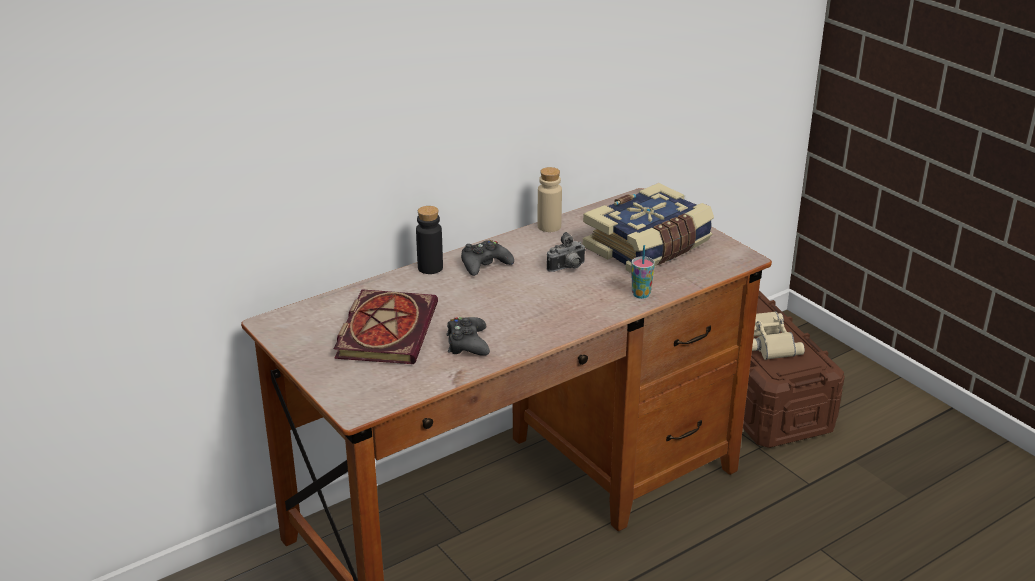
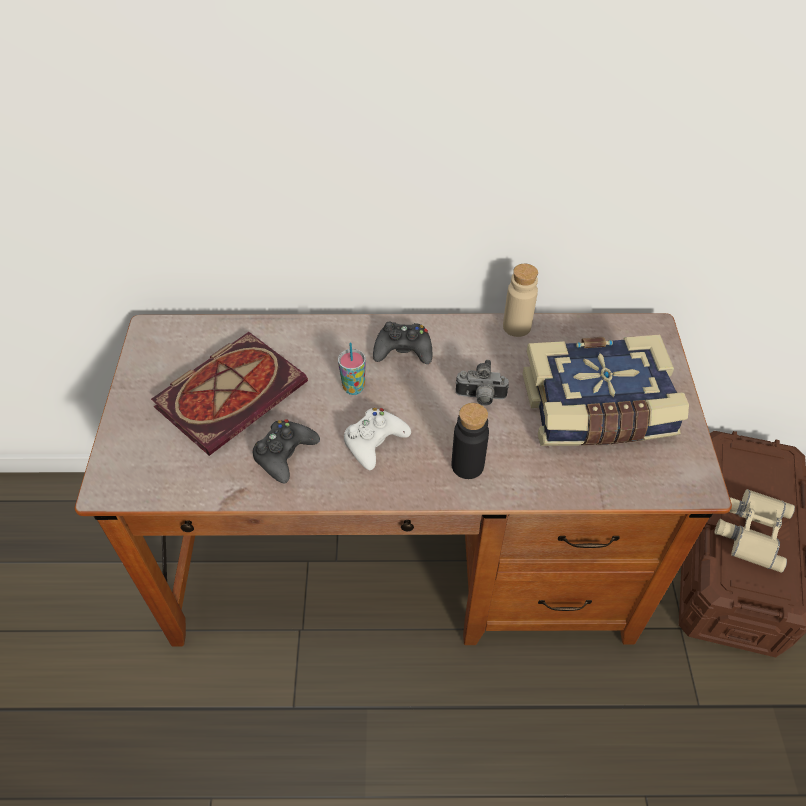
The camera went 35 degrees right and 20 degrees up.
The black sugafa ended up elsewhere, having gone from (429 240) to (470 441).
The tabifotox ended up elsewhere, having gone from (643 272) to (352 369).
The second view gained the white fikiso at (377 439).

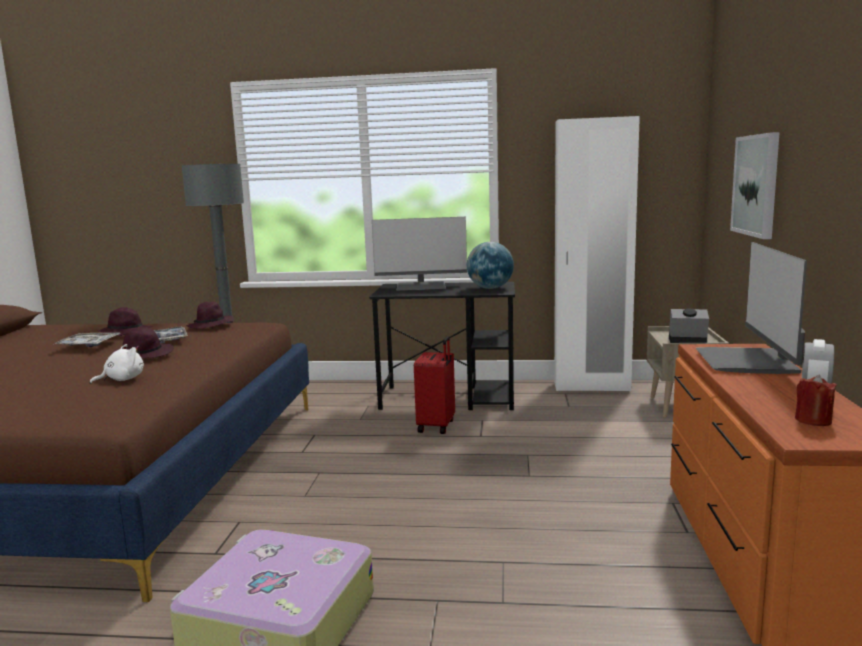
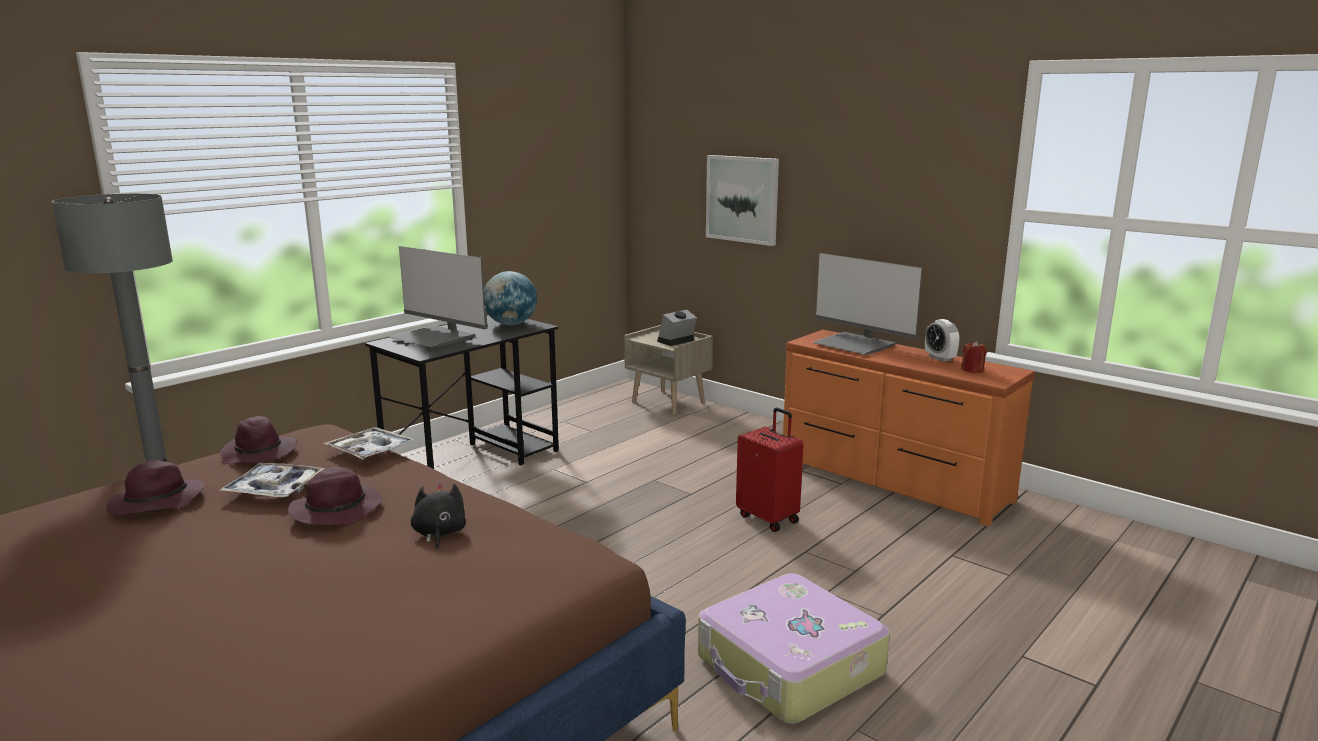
The camera went 55 degrees left and 5 degrees up.
The second view lost the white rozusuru at (597 253).
The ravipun at (419 254) ended up facing another way, 90 degrees clockwise from before.
The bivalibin ended up elsewhere, having gone from (86 340) to (369 443).
The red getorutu ended up elsewhere, having gone from (434 385) to (770 470).
What was the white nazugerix at (117 364) turned into the black nazugerix at (438 516).

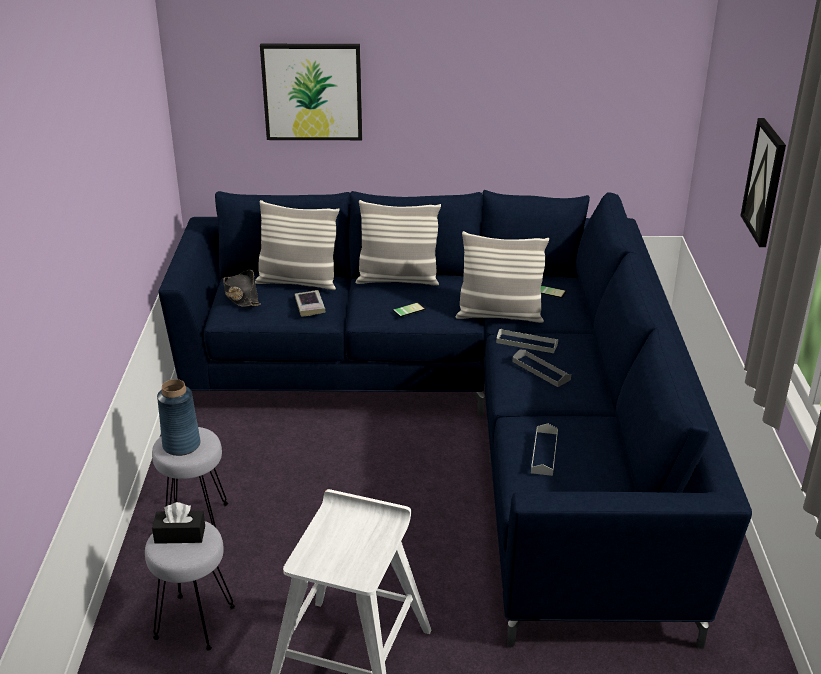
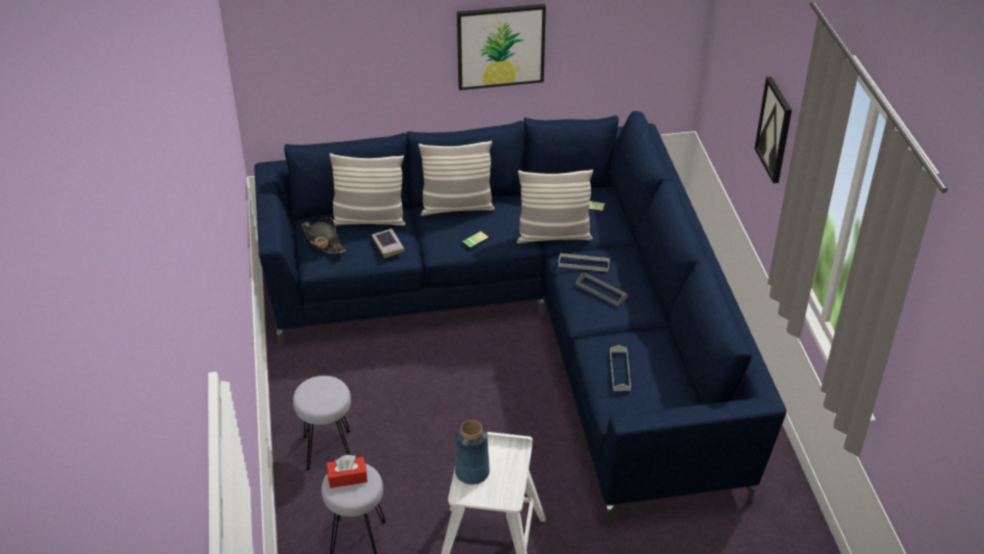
The camera went 10 degrees left and 10 degrees up.
The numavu ended up elsewhere, having gone from (311 92) to (501 47).
The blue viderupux ended up elsewhere, having gone from (178 417) to (472 452).
What was the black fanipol at (178 523) turned into the red fanipol at (347 471).

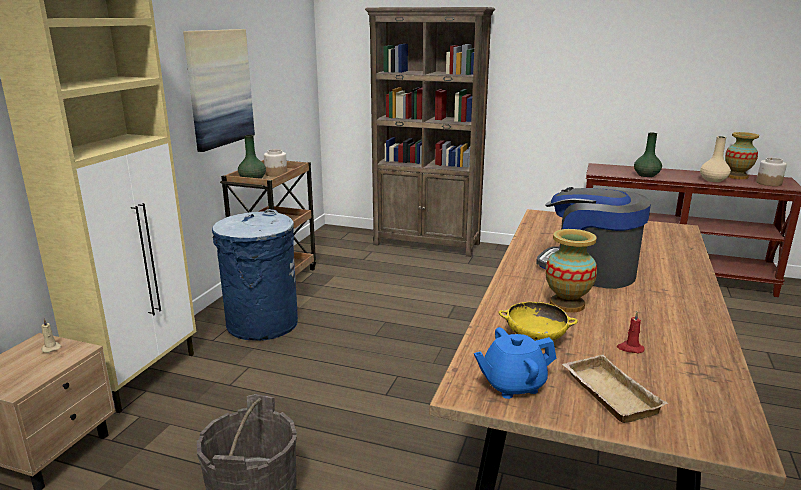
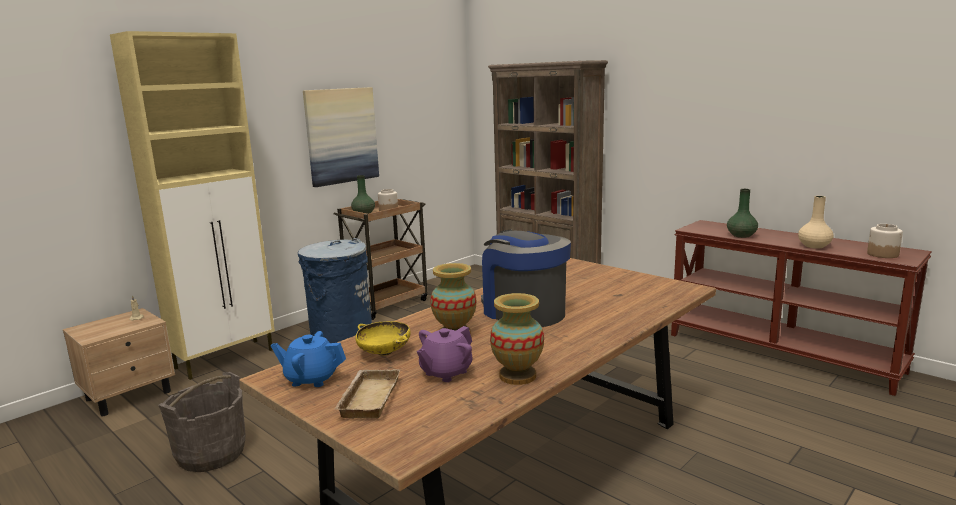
The camera went 25 degrees right and 5 degrees down.
The viderupux ended up elsewhere, having gone from (742 155) to (517 339).
Where the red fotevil stood at (631 332), the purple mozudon came to stand at (445 354).

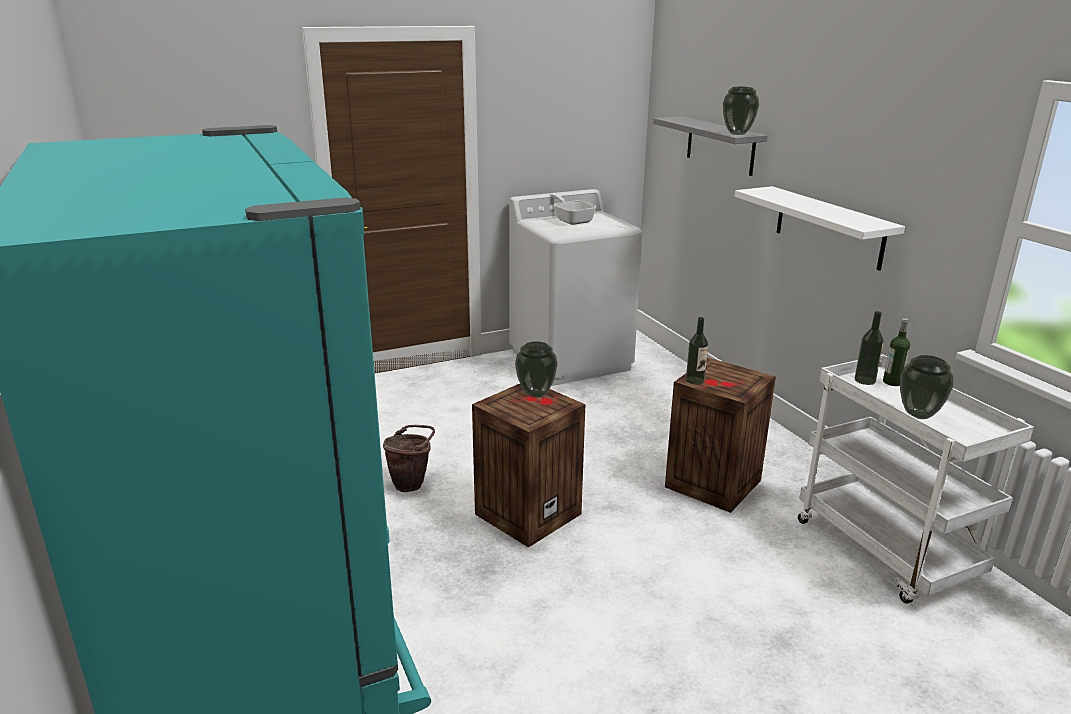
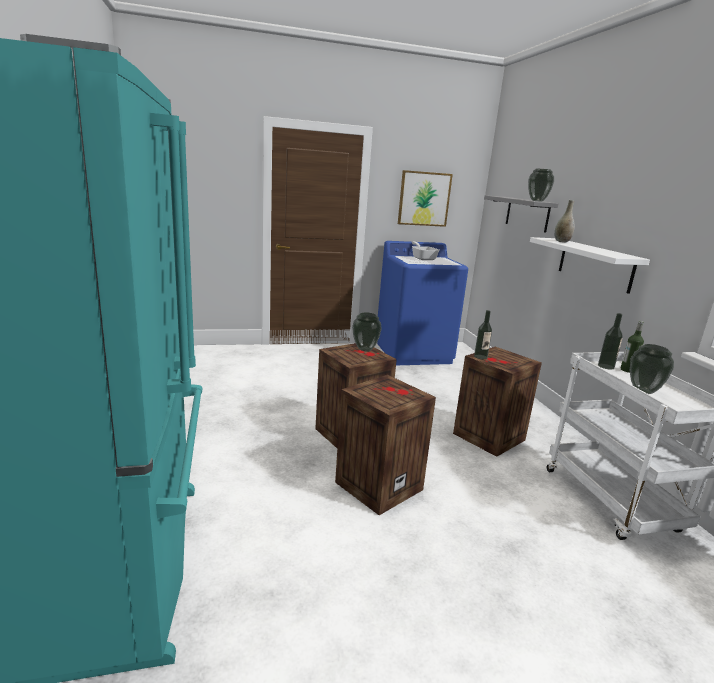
The camera went 10 degrees right and 5 degrees down.
What was the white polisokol at (576 287) turned into the blue polisokol at (422 303).
The second view lost the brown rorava at (409 458).
The second view gained the numavu at (425 198).
The second view gained the grey viderupux at (564 221).
The second view gained the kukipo at (385 445).

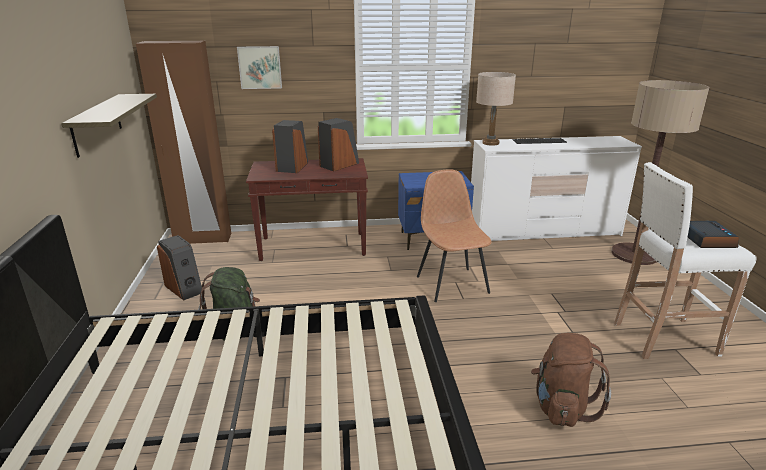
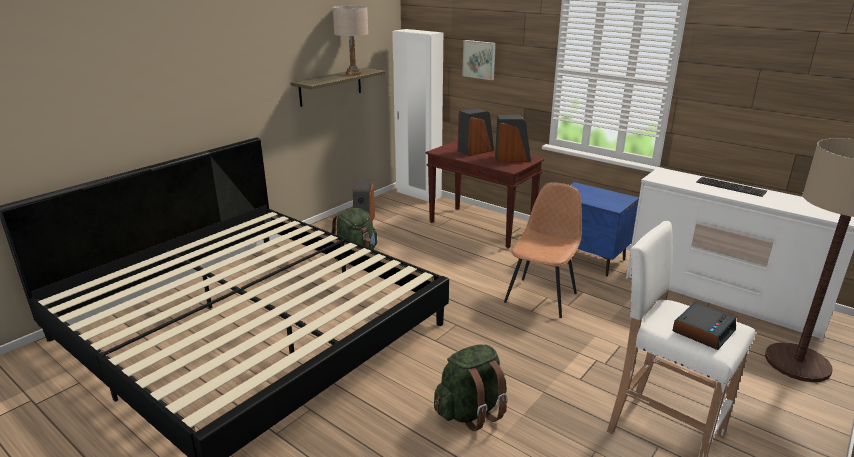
The camera went 45 degrees right and 0 degrees up.
What was the brown rozusuru at (183 142) turned into the white rozusuru at (417 115).
The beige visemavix ended up elsewhere, having gone from (496 109) to (350 40).
What was the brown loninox at (571 380) turned into the green loninox at (471 388).

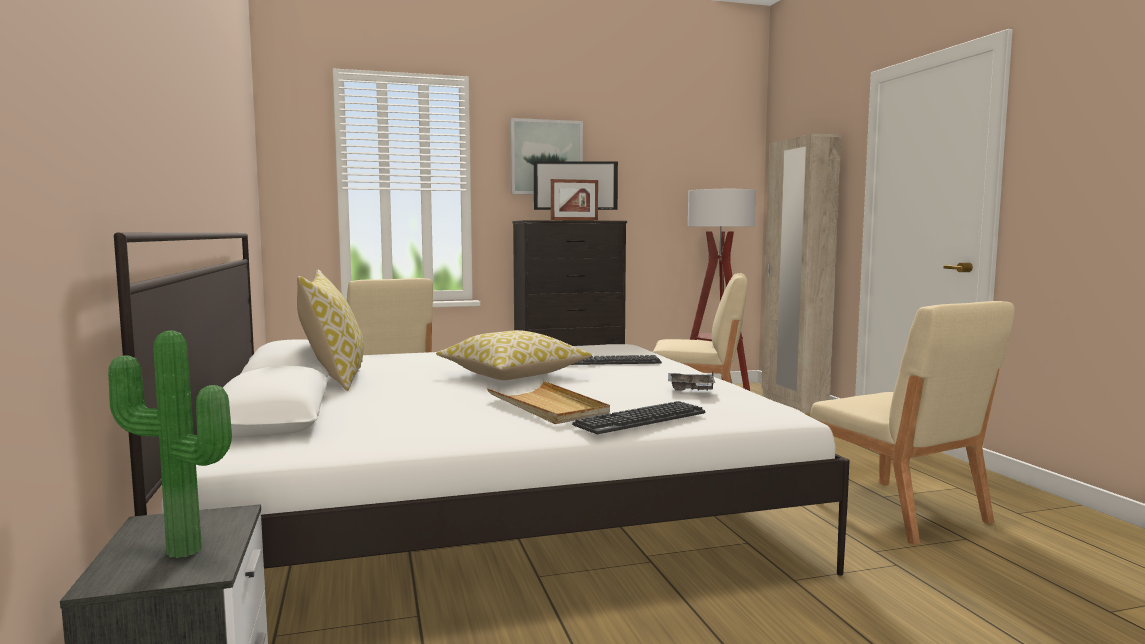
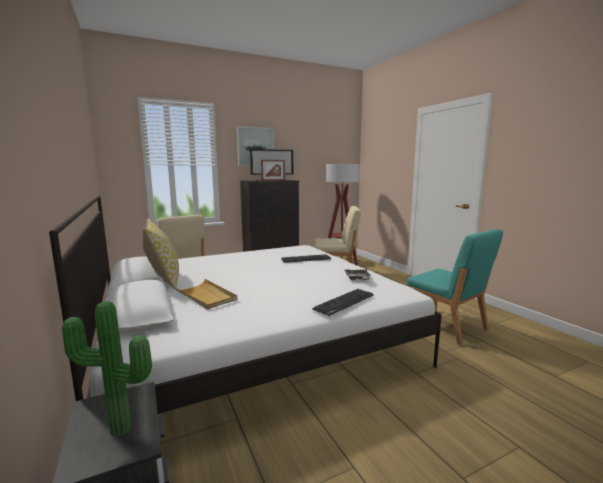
The camera went 10 degrees left and 5 degrees up.
The second view lost the beige rozusuru at (801 273).
What was the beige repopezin at (912 423) turned into the turquoise repopezin at (454 287).
The second view lost the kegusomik at (514 355).
The beige bivalibin ended up elsewhere, having gone from (548 402) to (205 294).

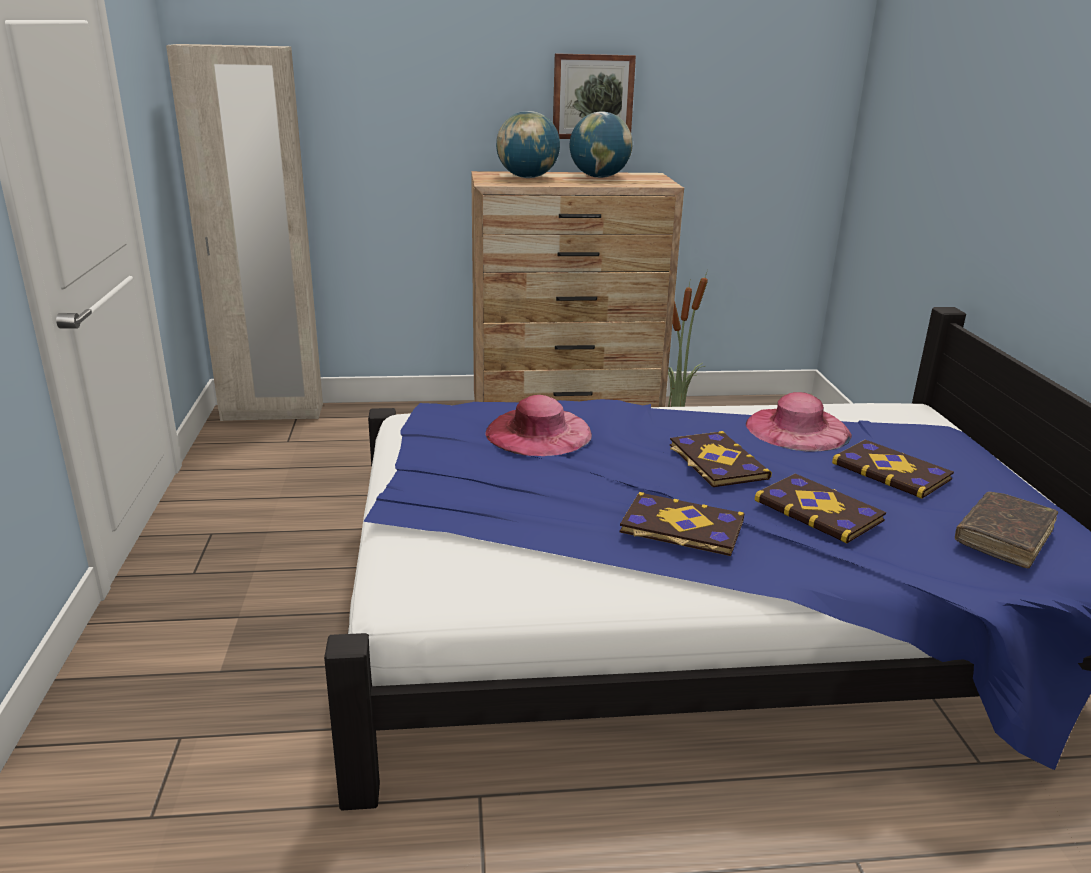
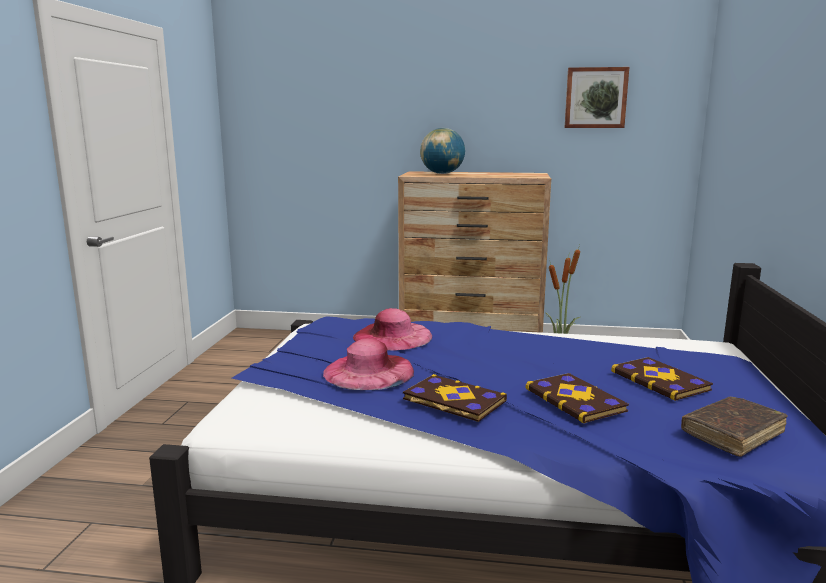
The camera went 15 degrees right and 10 degrees down.
The second view lost the beige rozusuru at (244 232).
The numavu ended up elsewhere, having gone from (594 96) to (597 97).
The second view lost the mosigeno at (601 145).
The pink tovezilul ended up elsewhere, having gone from (799 422) to (368 364).
The second view lost the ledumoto at (721 459).

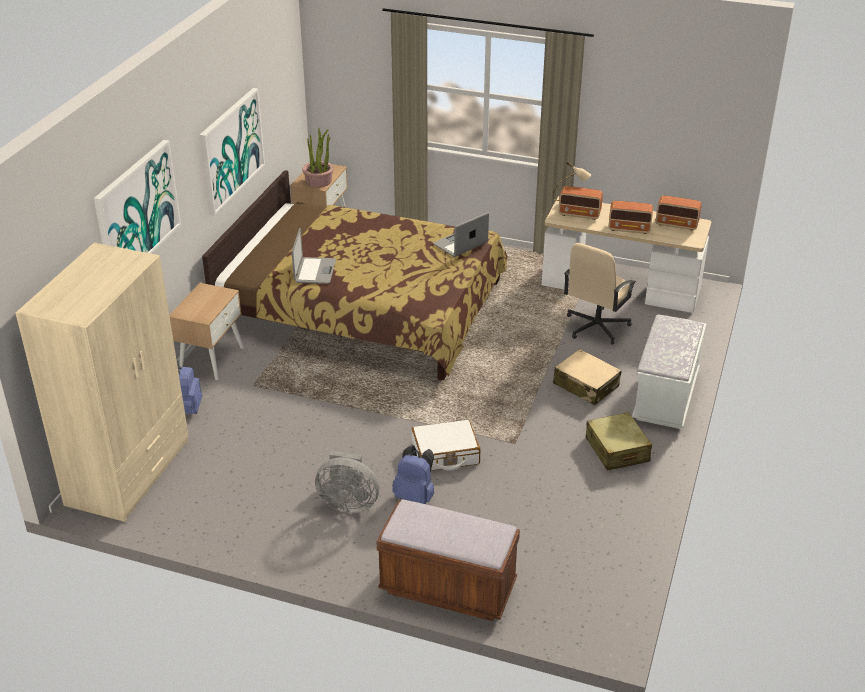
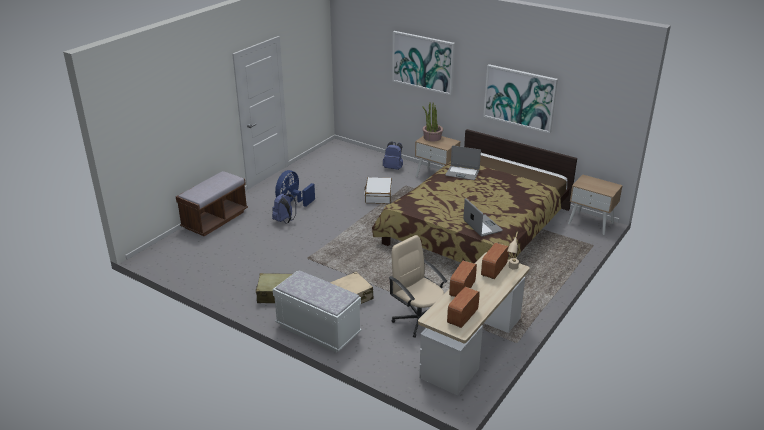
The camera went 105 degrees right and 5 degrees down.
The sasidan ended up elsewhere, having gone from (318 158) to (432 122).
The second view lost the beige rozusuru at (102 382).
The white getorutu ended up elsewhere, having gone from (446 445) to (378 190).
What was the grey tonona at (347 482) turned into the blue tonona at (295 188).

